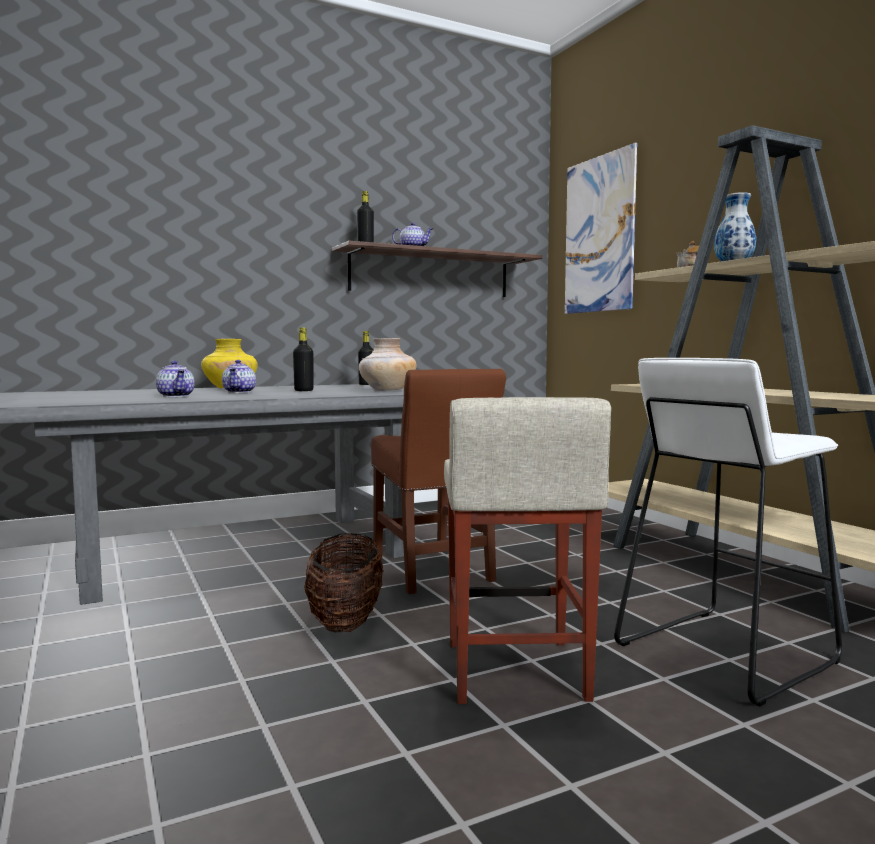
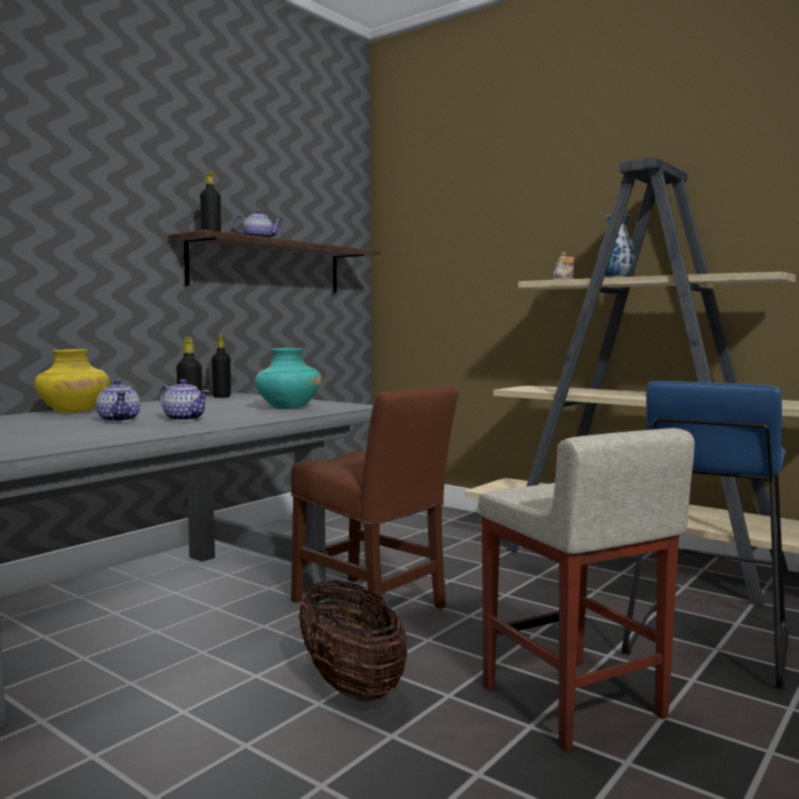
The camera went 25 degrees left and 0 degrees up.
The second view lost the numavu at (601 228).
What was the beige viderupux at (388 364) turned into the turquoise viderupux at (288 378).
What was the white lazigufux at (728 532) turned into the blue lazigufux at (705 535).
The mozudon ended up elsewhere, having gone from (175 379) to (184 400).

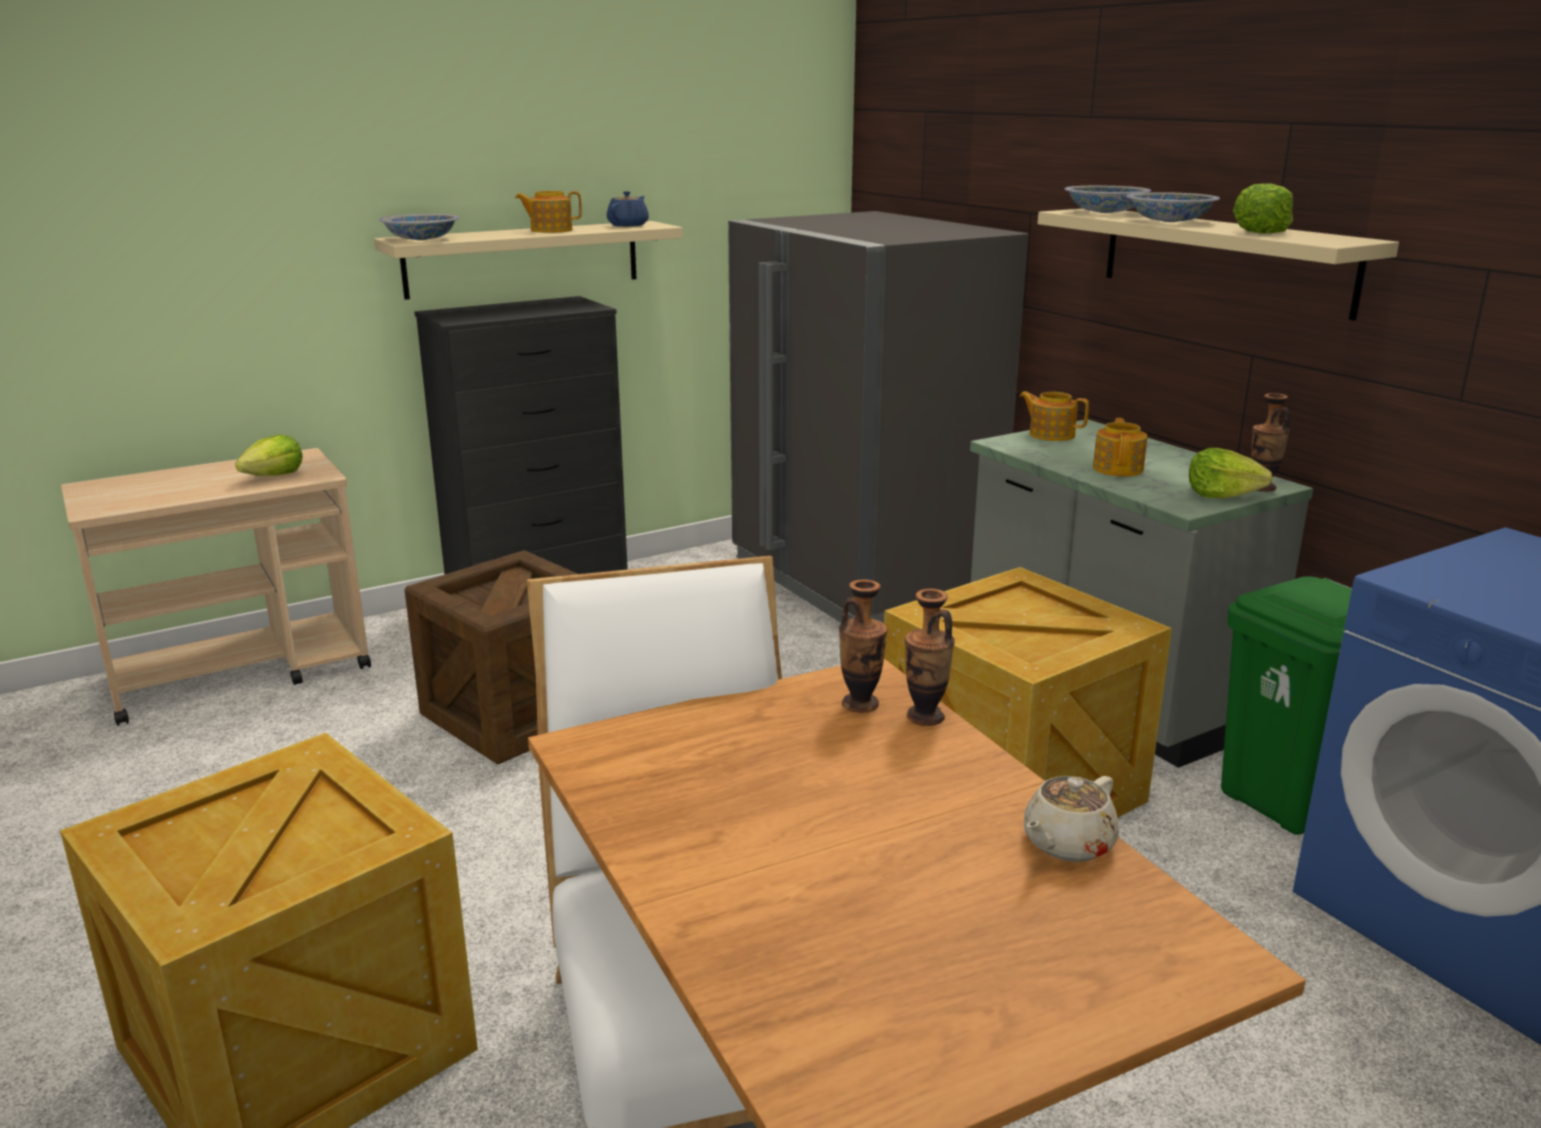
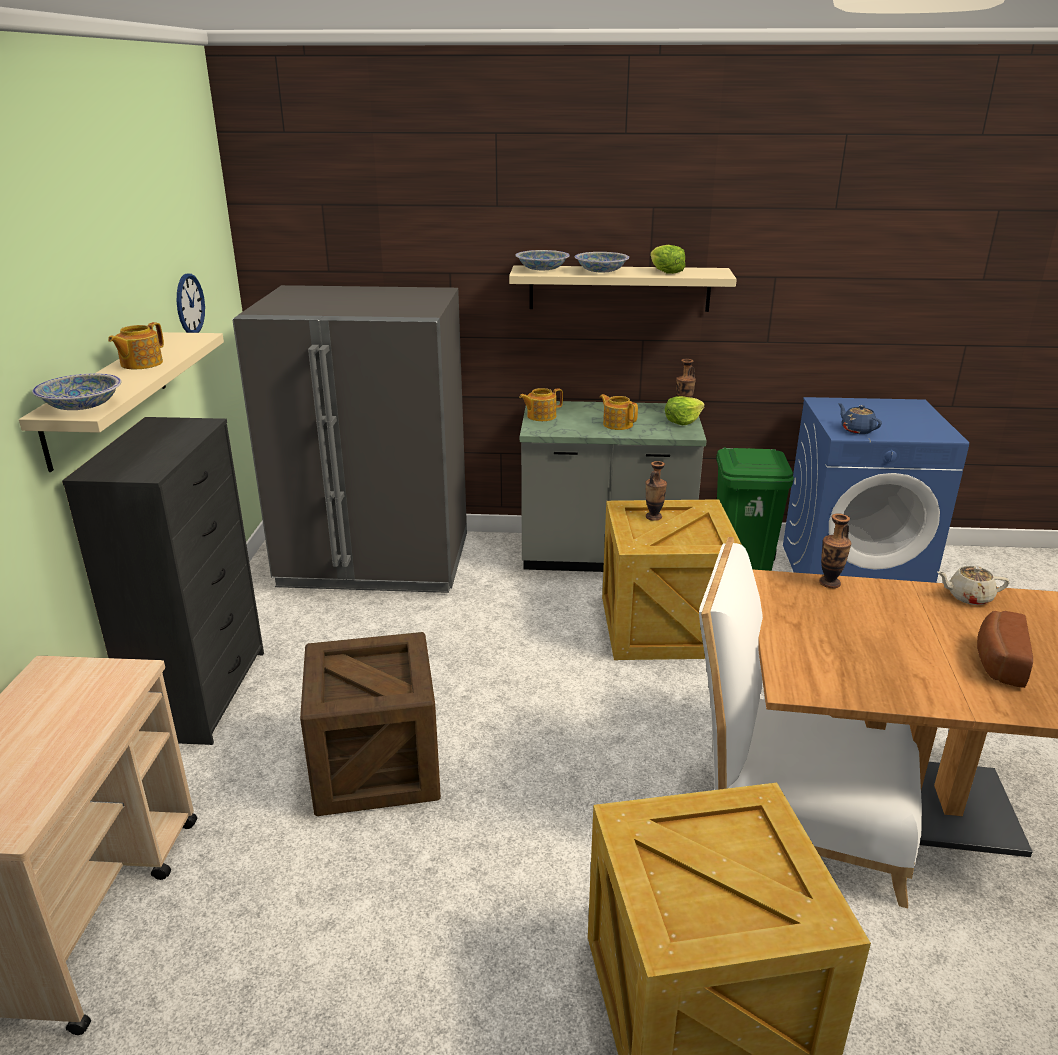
The camera went 55 degrees left and 5 degrees up.
The blue mozudon ended up elsewhere, having gone from (628 209) to (860 418).
The second view lost the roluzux at (269 455).
The viderupux ended up elsewhere, having gone from (863 646) to (656 491).
The beige mozudon at (1071 819) ended up facing another way, 105 degrees clockwise from before.
The second view gained the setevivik at (191 303).
The second view gained the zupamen at (1005 649).

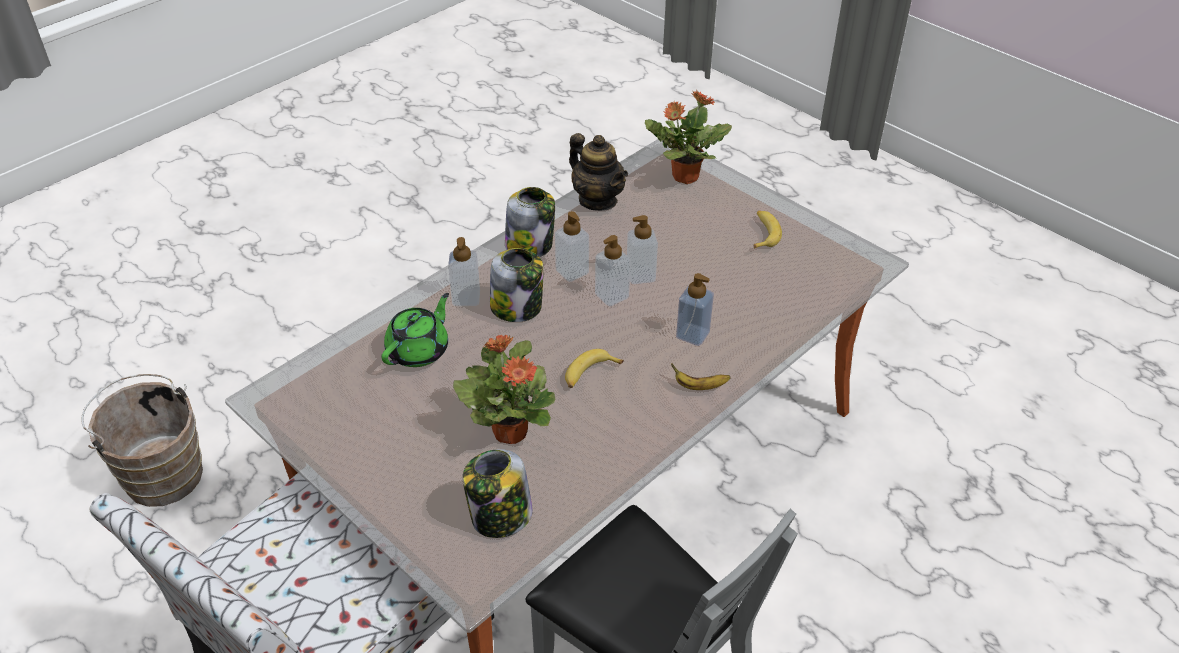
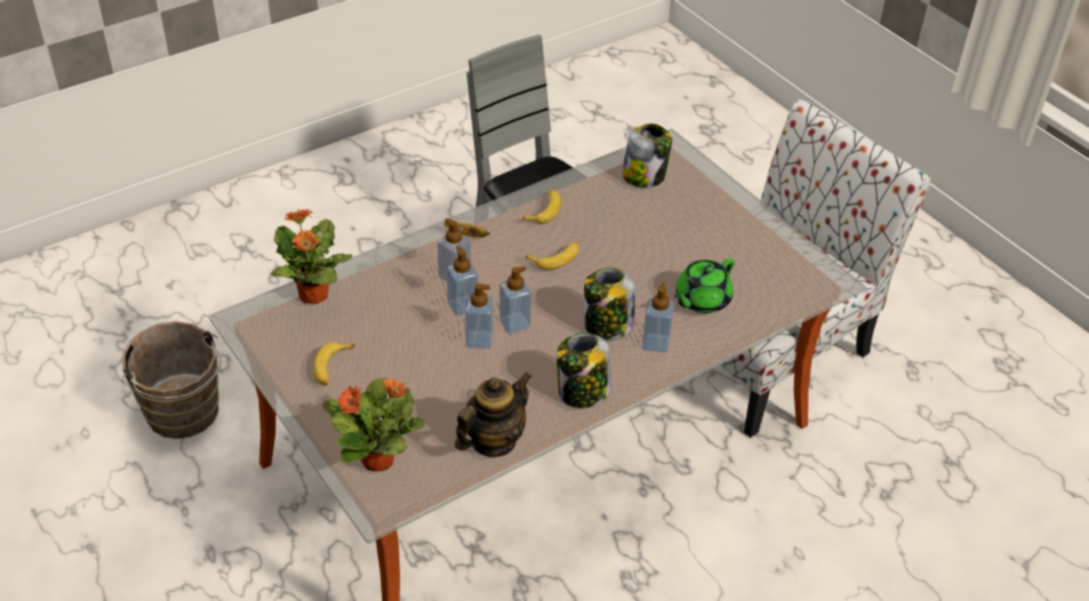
The camera went 170 degrees left and 0 degrees up.
The mozudon at (598 172) ended up facing another way, 75 degrees clockwise from before.
The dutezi ended up elsewhere, having gone from (572 246) to (462 281).
The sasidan ended up elsewhere, having gone from (504 389) to (311 256).
The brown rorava ended up elsewhere, having gone from (142 440) to (171 380).
The second view gained the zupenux at (541 206).

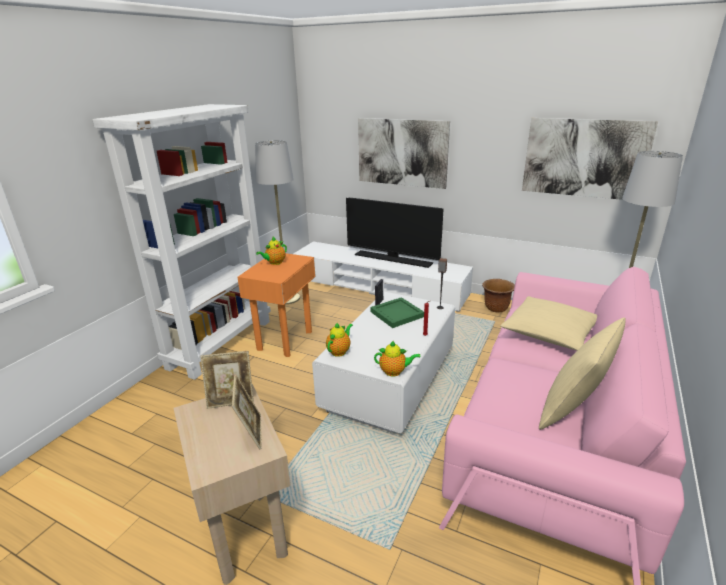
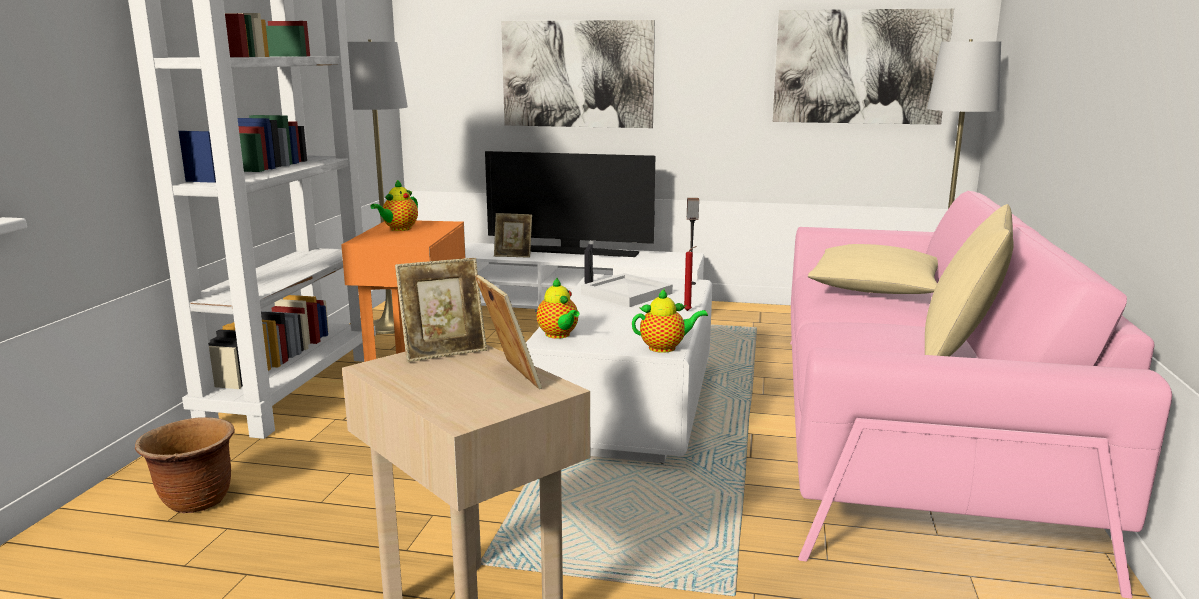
The camera went 15 degrees left and 10 degrees down.
The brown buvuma ended up elsewhere, having gone from (498 295) to (185 465).
What was the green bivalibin at (397 312) turned into the white bivalibin at (627 290).
The mozudon at (339 339) ended up facing another way, 135 degrees clockwise from before.
The second view gained the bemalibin at (513 235).

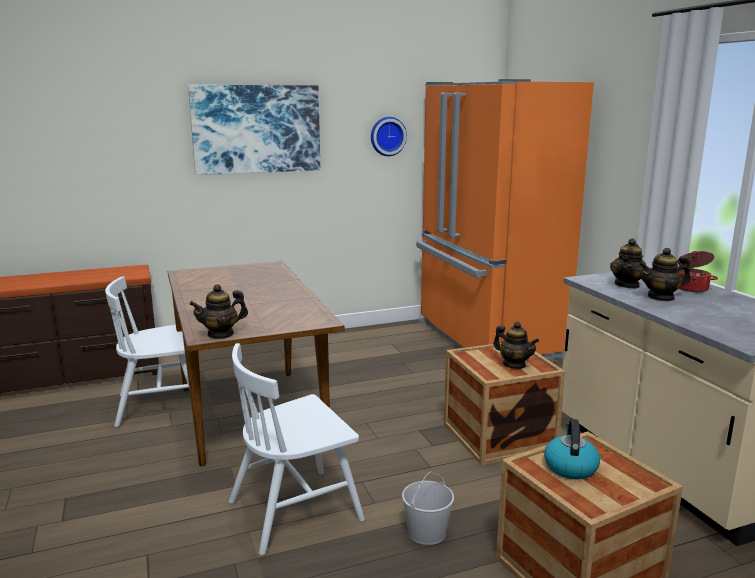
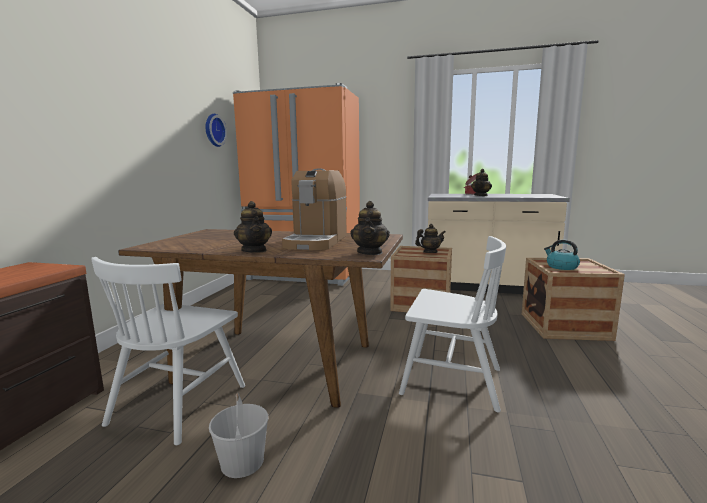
The camera went 55 degrees left and 5 degrees down.
The second view lost the numavu at (254 130).
The mozudon ended up elsewhere, having gone from (628 263) to (253 227).
The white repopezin at (297 449) ended up facing another way, 75 degrees counterclockwise from before.
The white rorava ended up elsewhere, having gone from (428 508) to (239 435).
The second view gained the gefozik at (314 209).

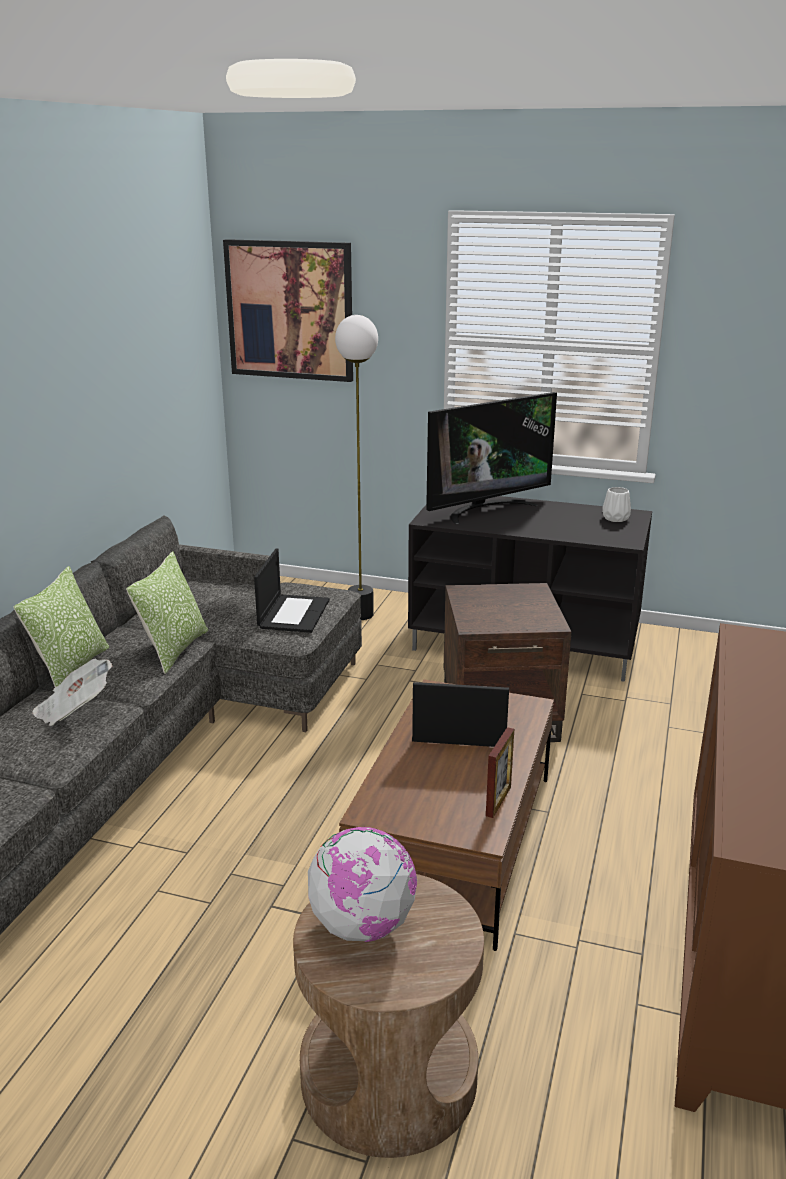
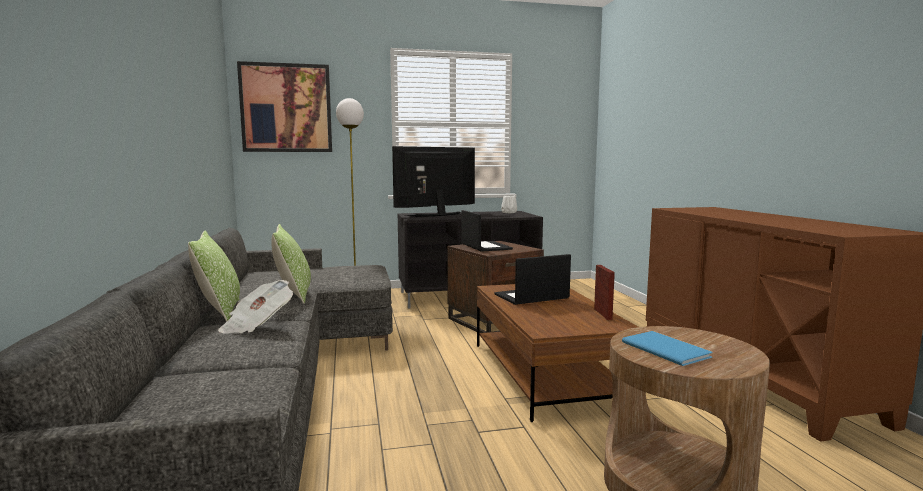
The camera went 30 degrees left and 15 degrees down.
The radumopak at (491 458) ended up facing another way, 150 degrees counterclockwise from before.
The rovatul ended up elsewhere, having gone from (292 590) to (487 231).
Where the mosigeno stood at (362 884), the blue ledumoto came to stand at (667 348).

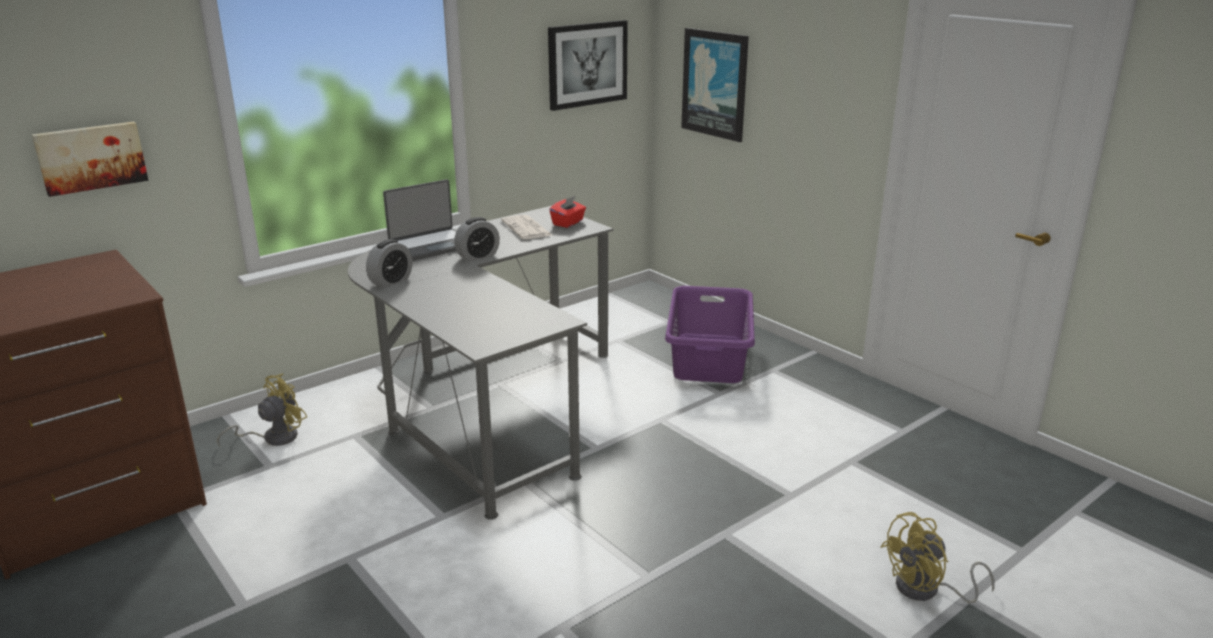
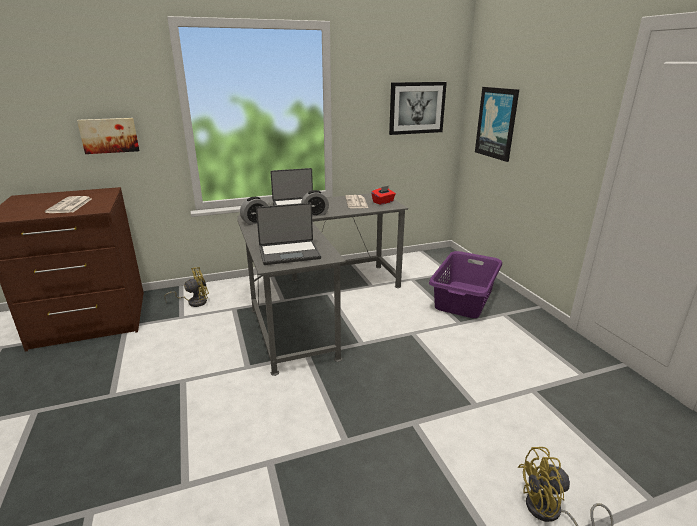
The camera went 20 degrees right and 0 degrees up.
The second view gained the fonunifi at (68 204).
The second view gained the rovatul at (288 234).

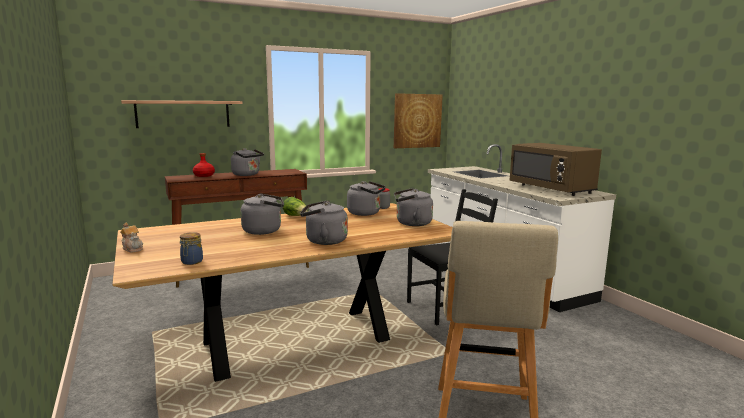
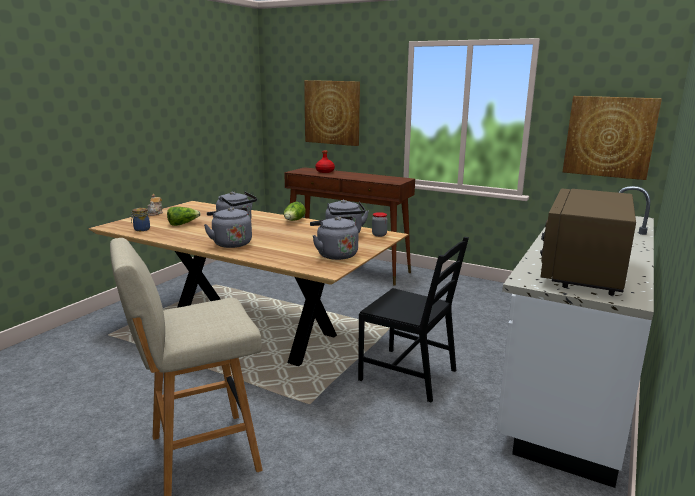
The camera went 55 degrees right and 5 degrees up.
Where the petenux hung at (182 114), the numavu came to hang at (332 113).
The second view lost the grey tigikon at (247 162).
The second view gained the roluzux at (184 216).

